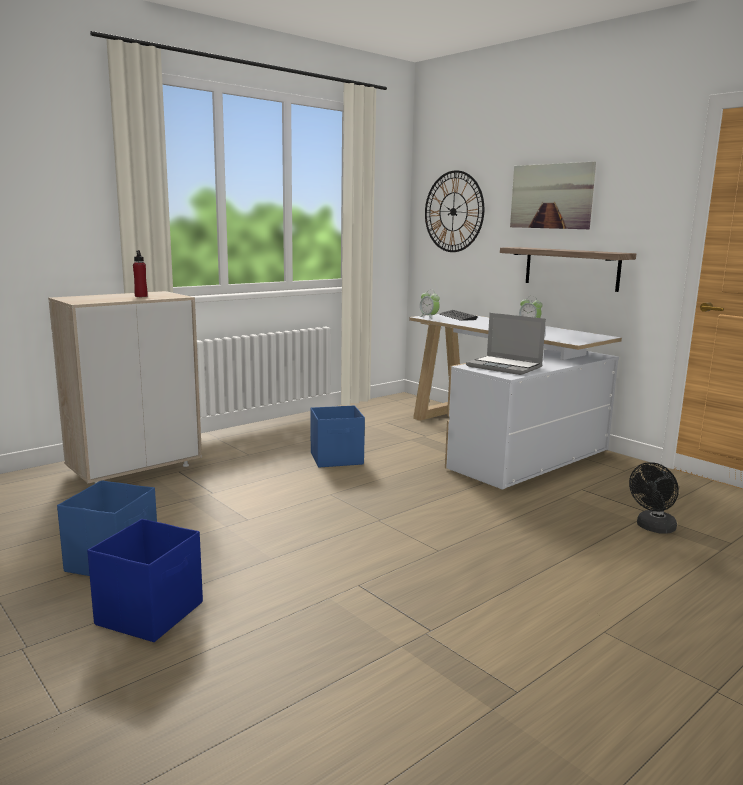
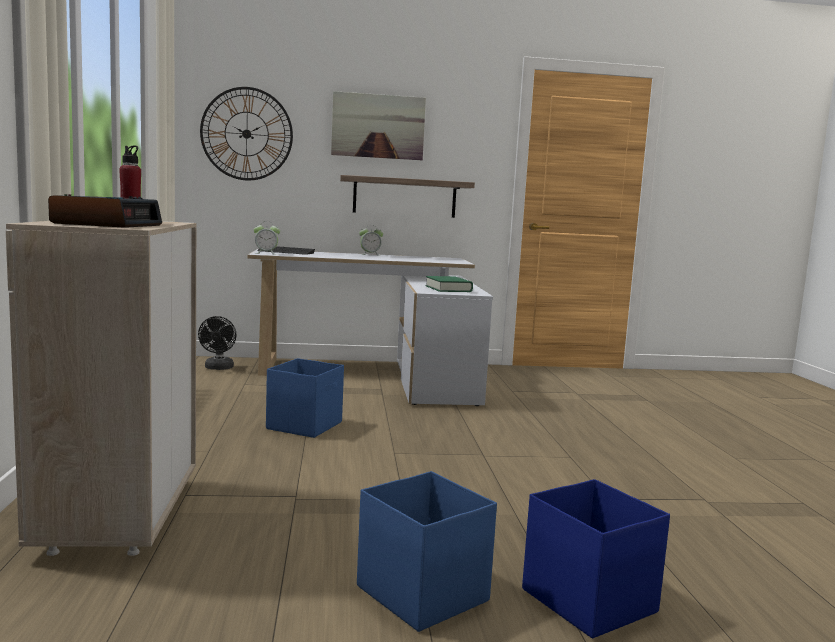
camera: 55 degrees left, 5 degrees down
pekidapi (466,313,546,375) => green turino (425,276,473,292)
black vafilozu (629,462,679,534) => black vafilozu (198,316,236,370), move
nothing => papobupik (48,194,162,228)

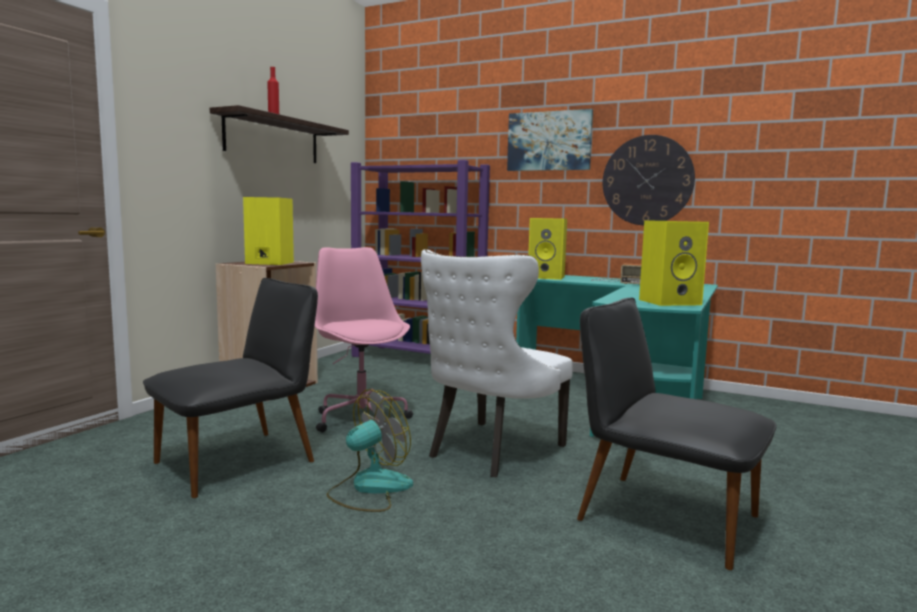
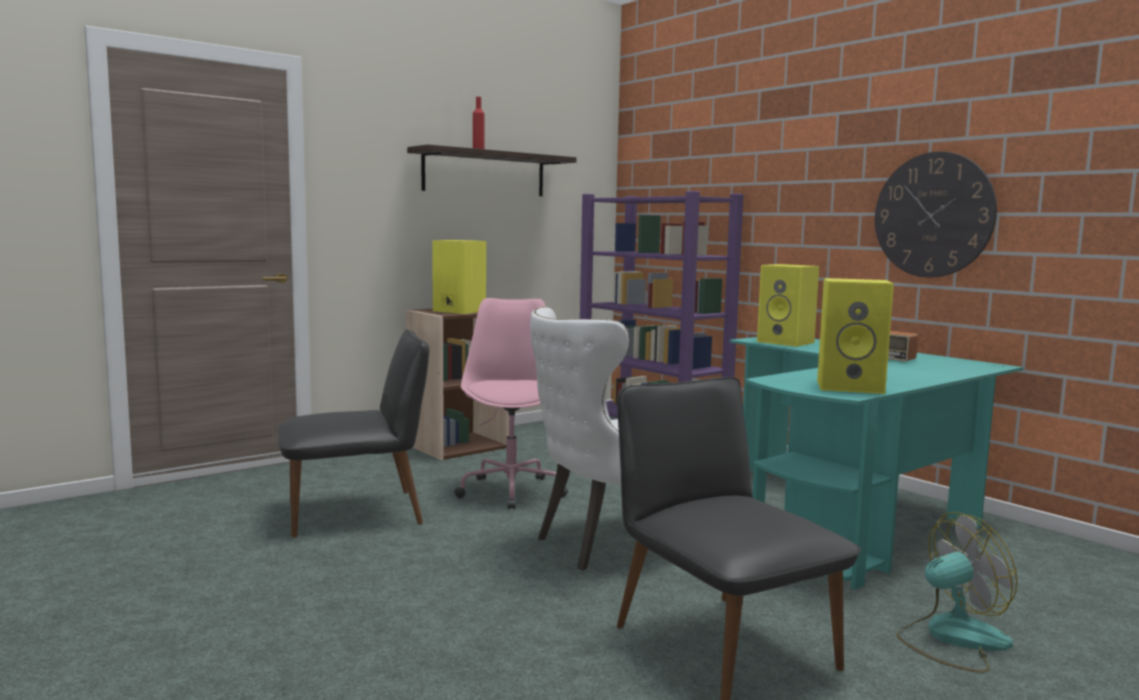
camera: 25 degrees right, 0 degrees up
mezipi (507,109,593,171) => nothing
vafilozu (327,389,413,512) => vafilozu (897,512,1018,673), move

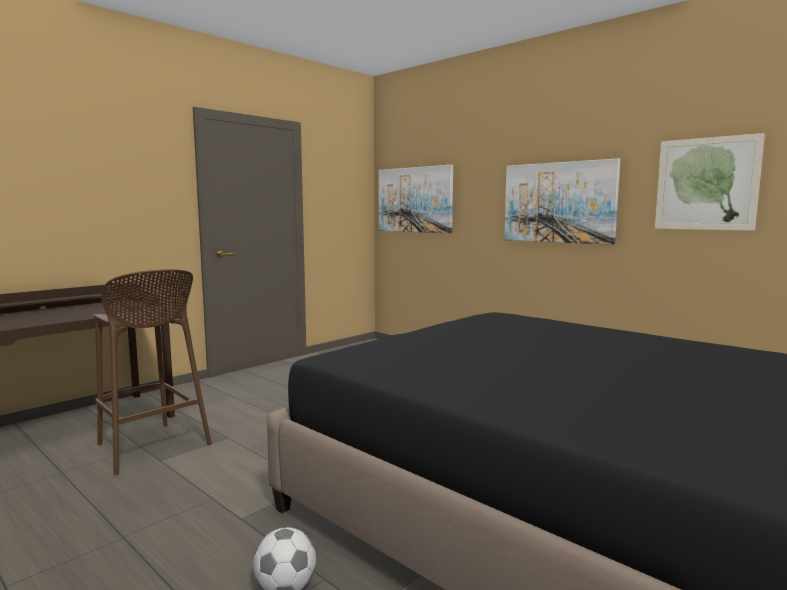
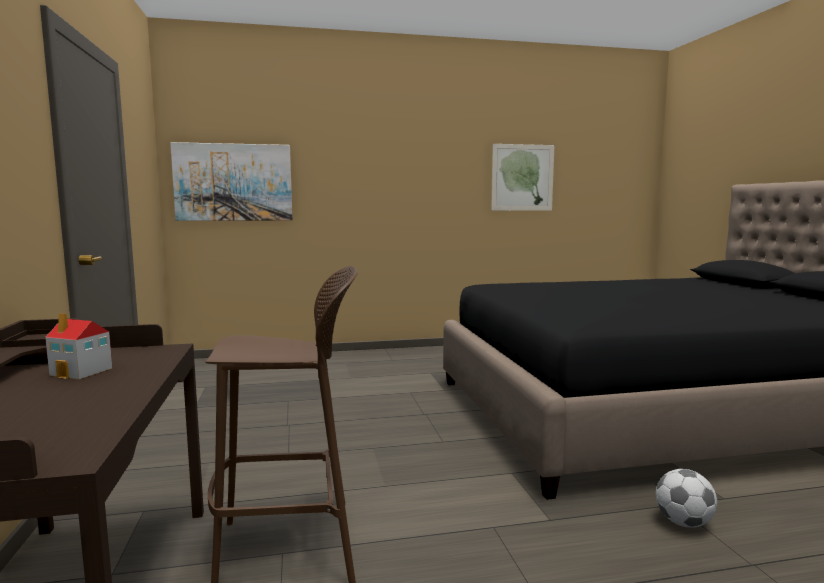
camera: 55 degrees left, 0 degrees up
mezipi (504,158,620,245) => nothing
nothing => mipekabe (45,313,112,379)

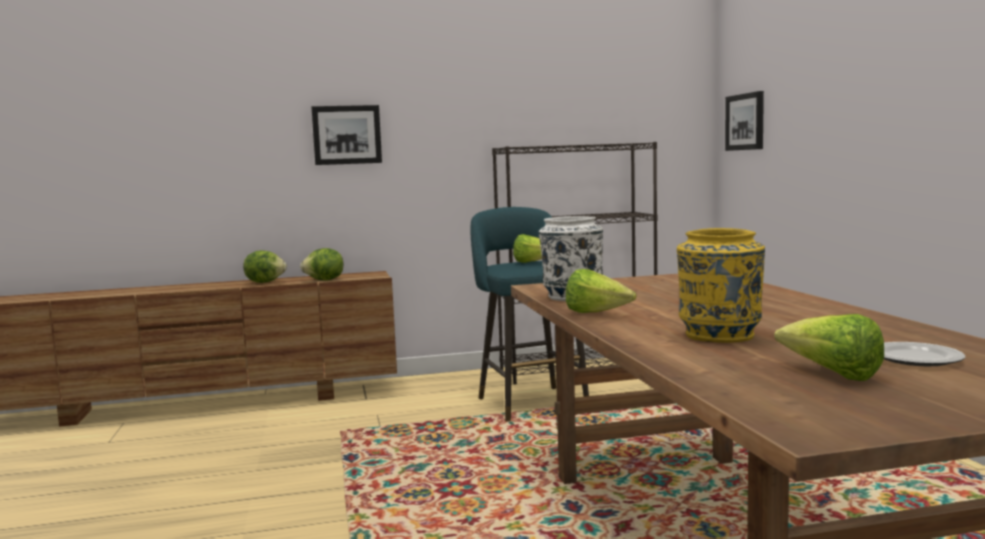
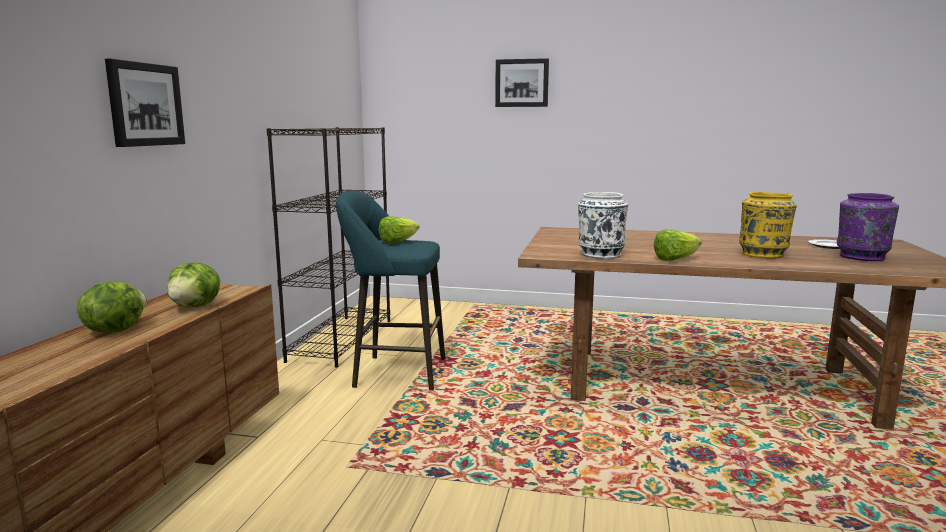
camera: 65 degrees left, 5 degrees up
mezipi (725,91,764,151) => mezipi (495,58,549,107), move
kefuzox (774,314,884,381) => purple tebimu (837,193,899,261)

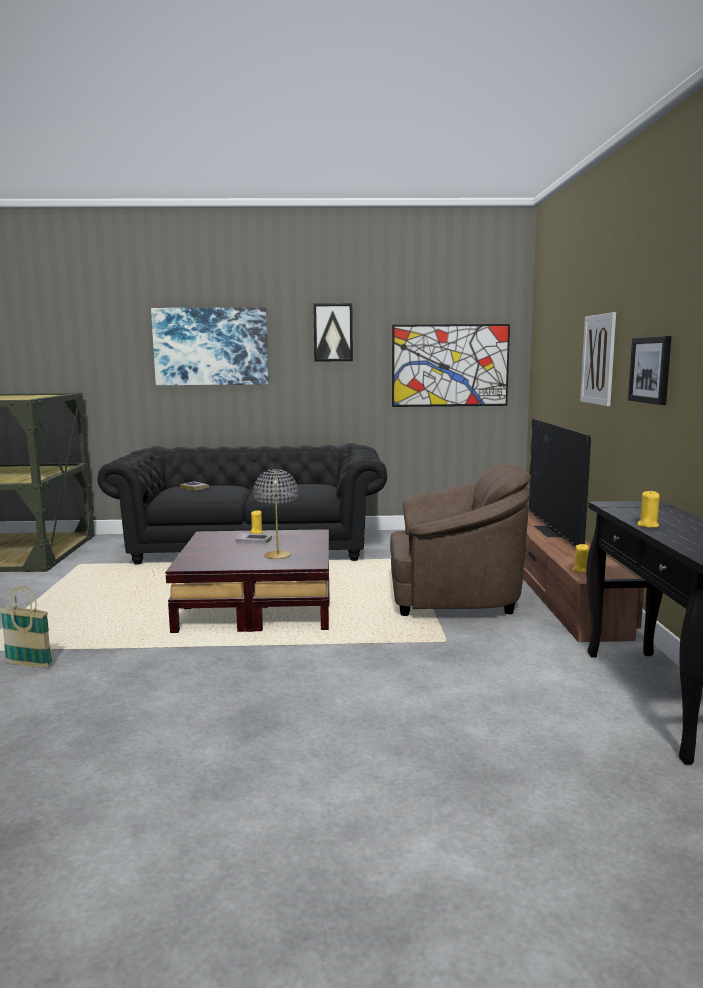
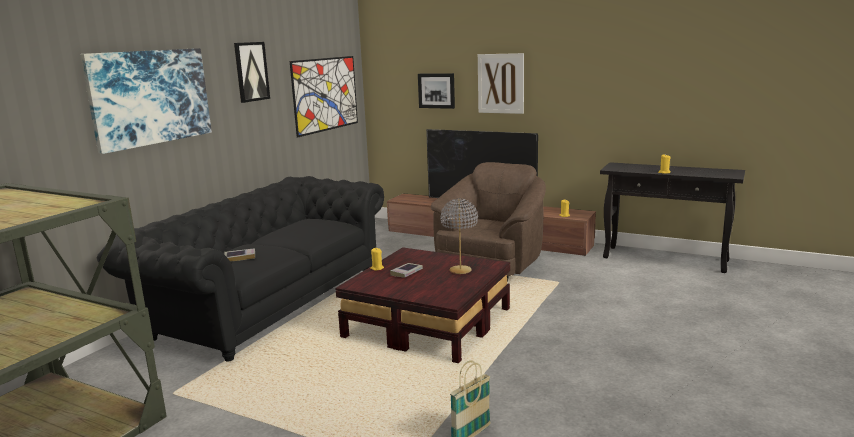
camera: 60 degrees left, 5 degrees up
mezipi (628,336,671,405) => mezipi (418,73,455,109), move

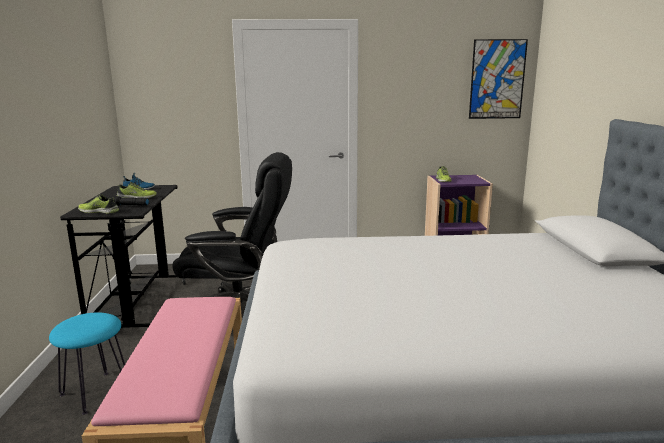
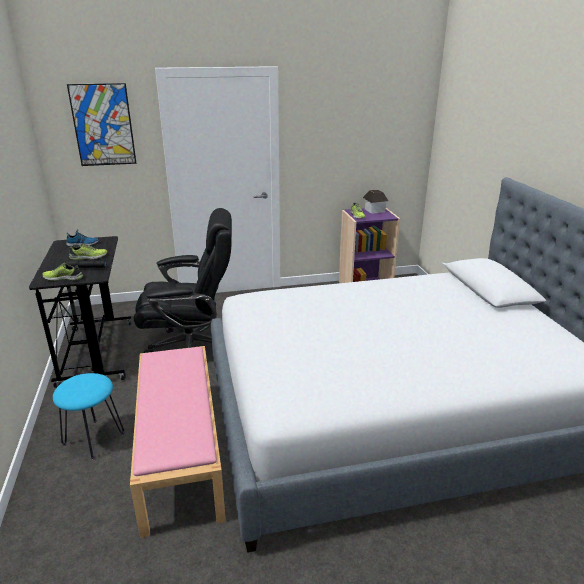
camera: 10 degrees left, 10 degrees up
mezipi (469,39,528,119) => mezipi (67,83,136,166), move
nothing => mipekabe (363,190,389,214)

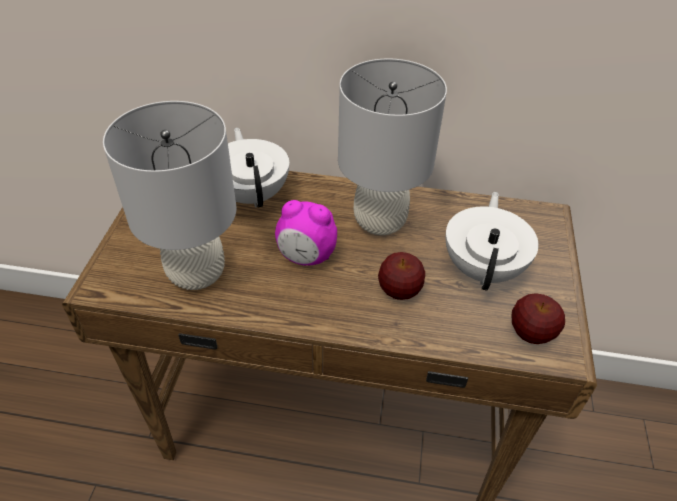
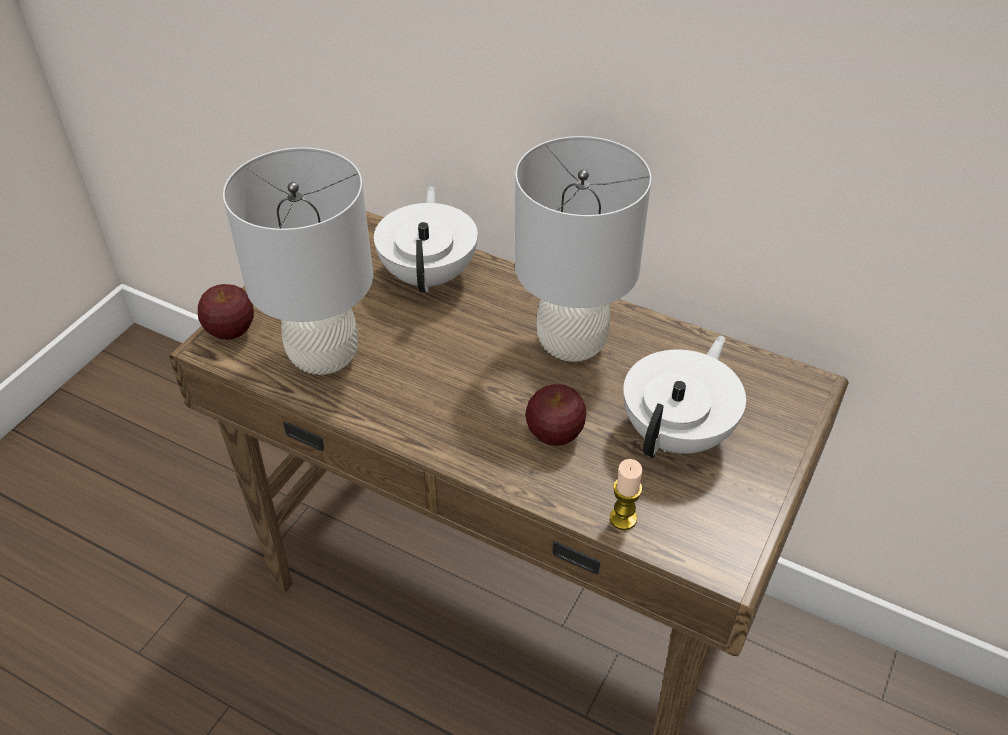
camera: 20 degrees right, 0 degrees up
papobupik (275,200,337,266) => nothing
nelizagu (512,293,565,344) => nelizagu (198,284,254,340), move
nothing => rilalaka (610,459,642,530)

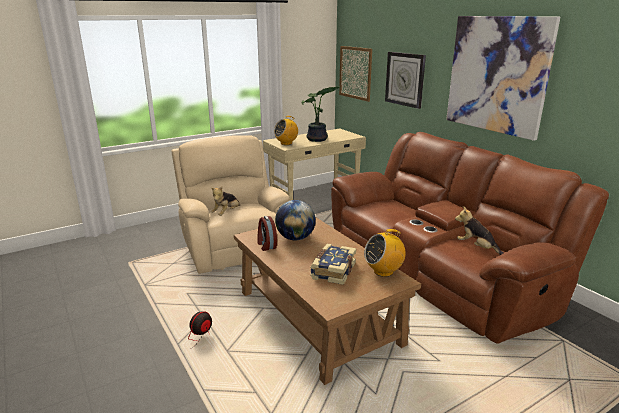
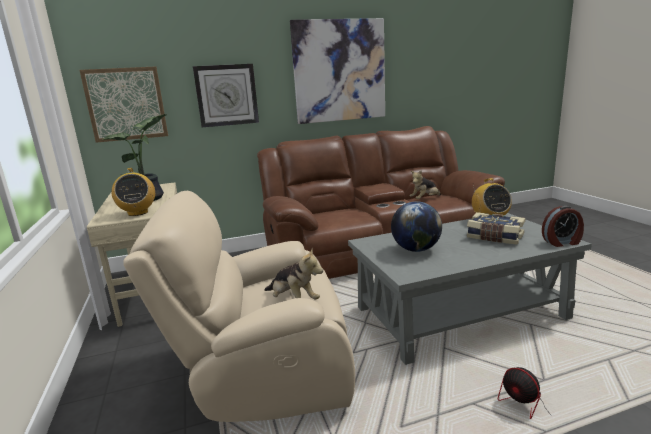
camera: 75 degrees left, 5 degrees down
papobupik (257,216,277,251) => papobupik (542,206,584,247), move
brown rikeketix (234,217,421,385) => grey rikeketix (348,213,592,365)

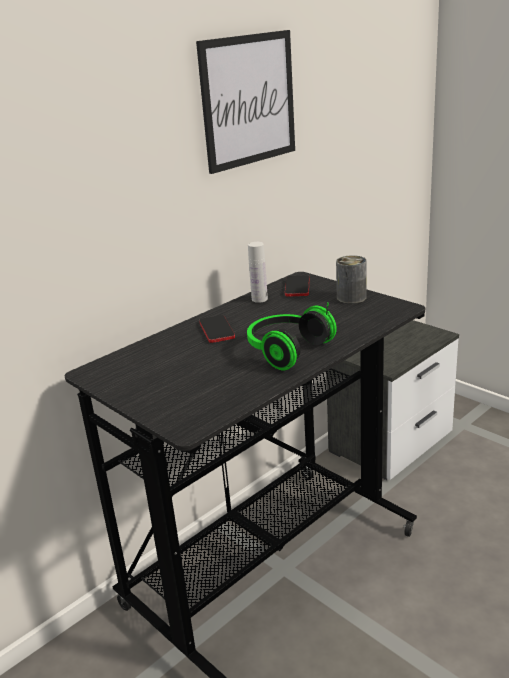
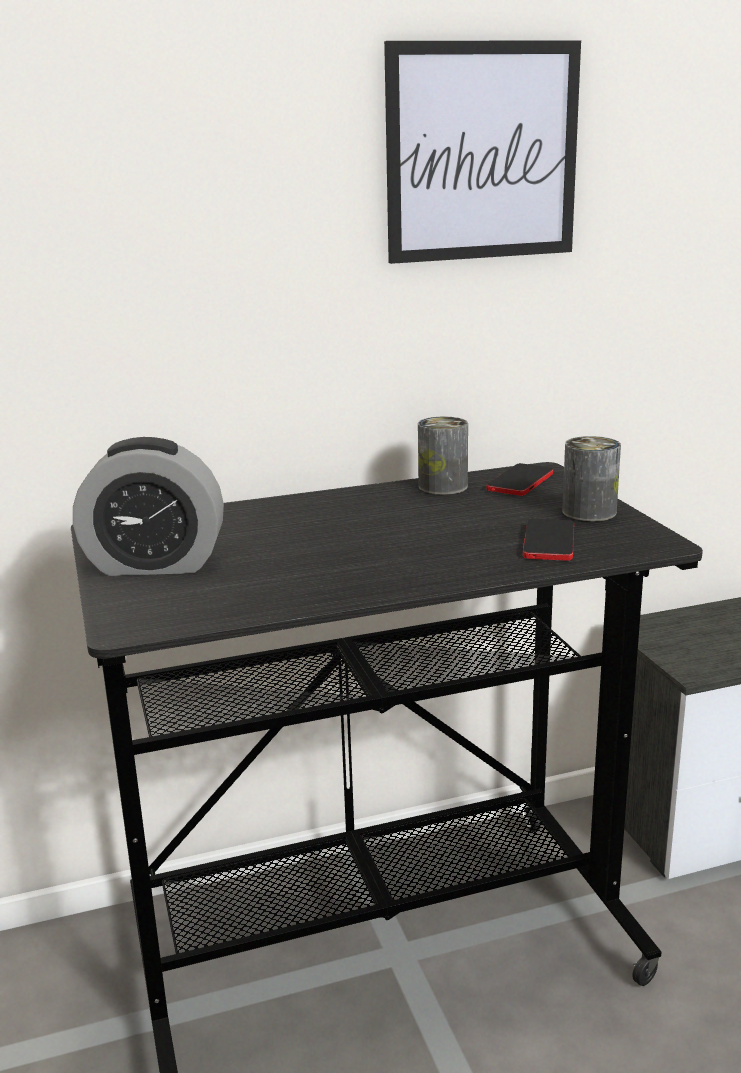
camera: 25 degrees right, 5 degrees down
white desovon (248,242,268,303) => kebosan (418,416,468,495)
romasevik (247,302,337,370) => nothing
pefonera (199,315,235,343) => pefonera (523,519,574,561), move
nothing => papobupik (73,437,224,576)

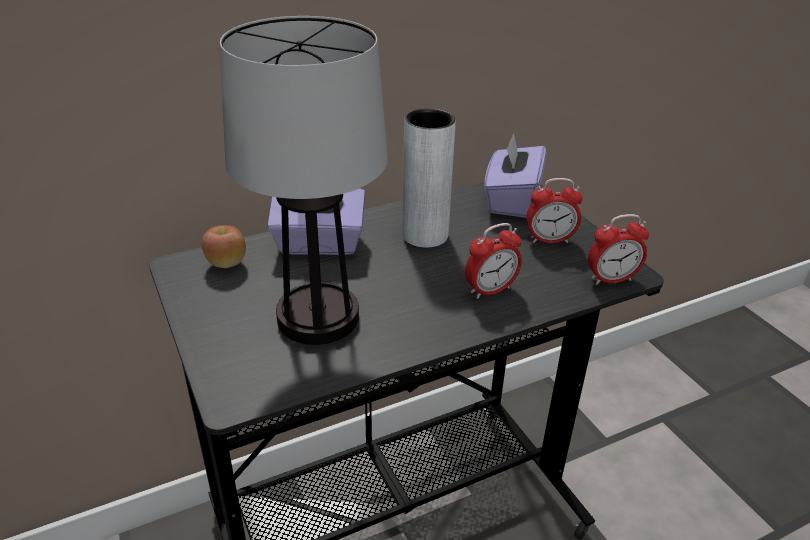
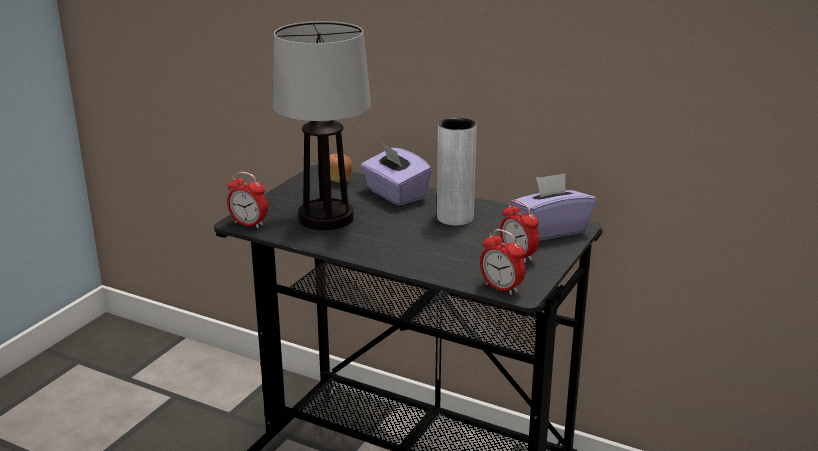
camera: 55 degrees right, 10 degrees down
papobupik (465,223,522,299) => papobupik (227,172,268,228), move

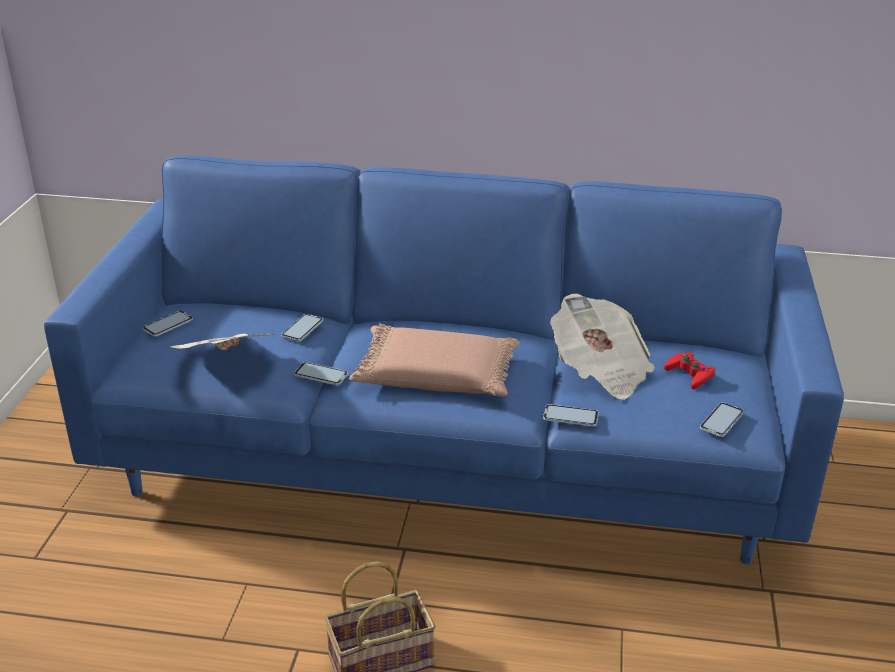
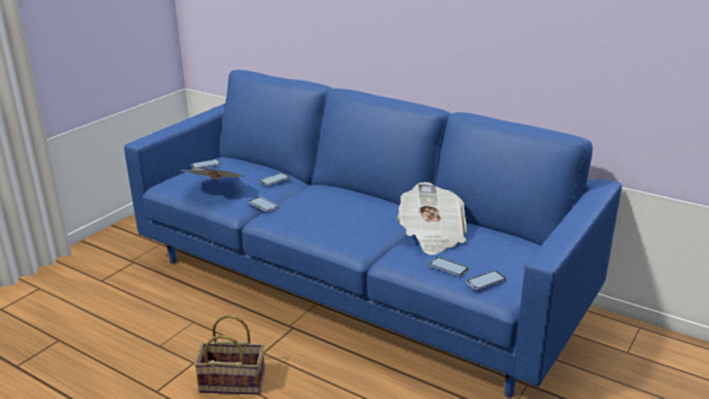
camera: 25 degrees right, 5 degrees down
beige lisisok (349,323,520,397) => nothing
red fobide (664,352,716,389) => nothing
pefonera (543,404,599,427) => pefonera (429,257,469,276), move

